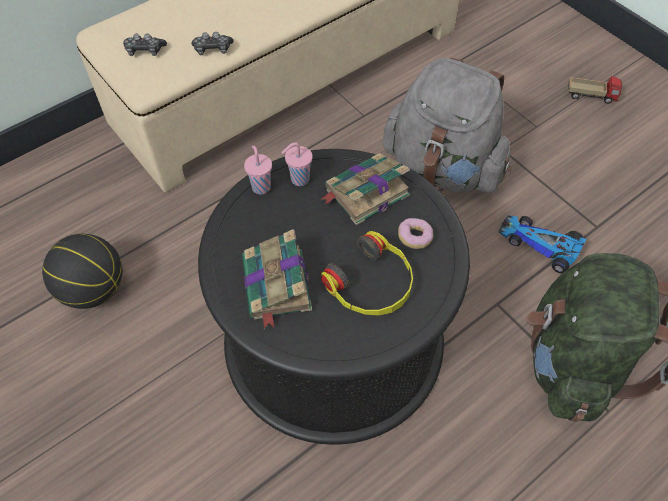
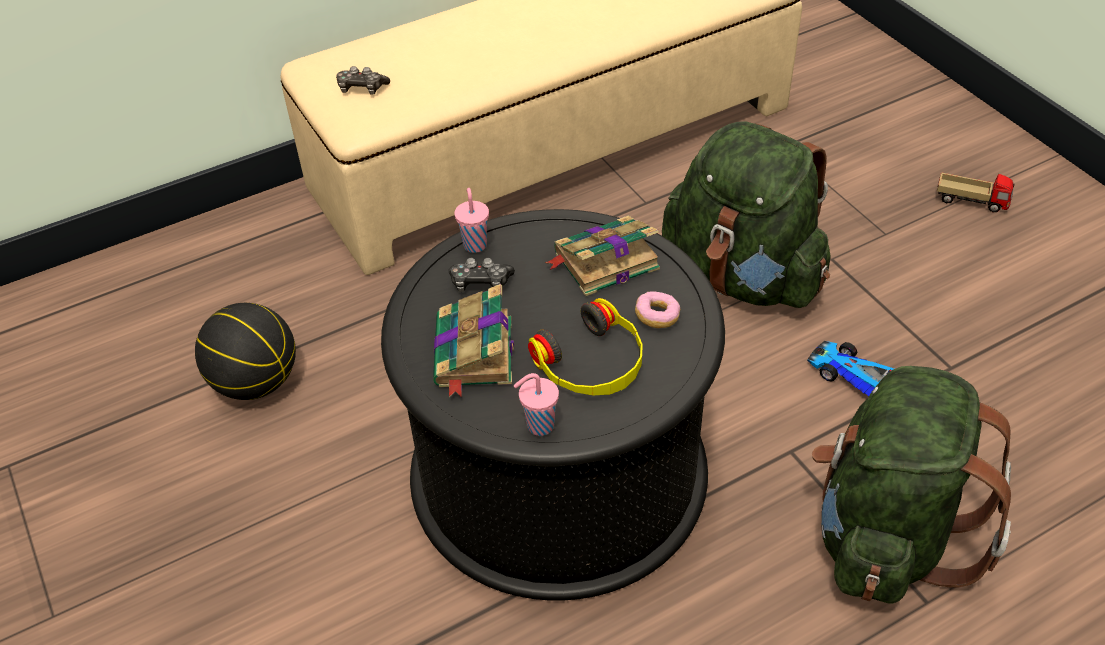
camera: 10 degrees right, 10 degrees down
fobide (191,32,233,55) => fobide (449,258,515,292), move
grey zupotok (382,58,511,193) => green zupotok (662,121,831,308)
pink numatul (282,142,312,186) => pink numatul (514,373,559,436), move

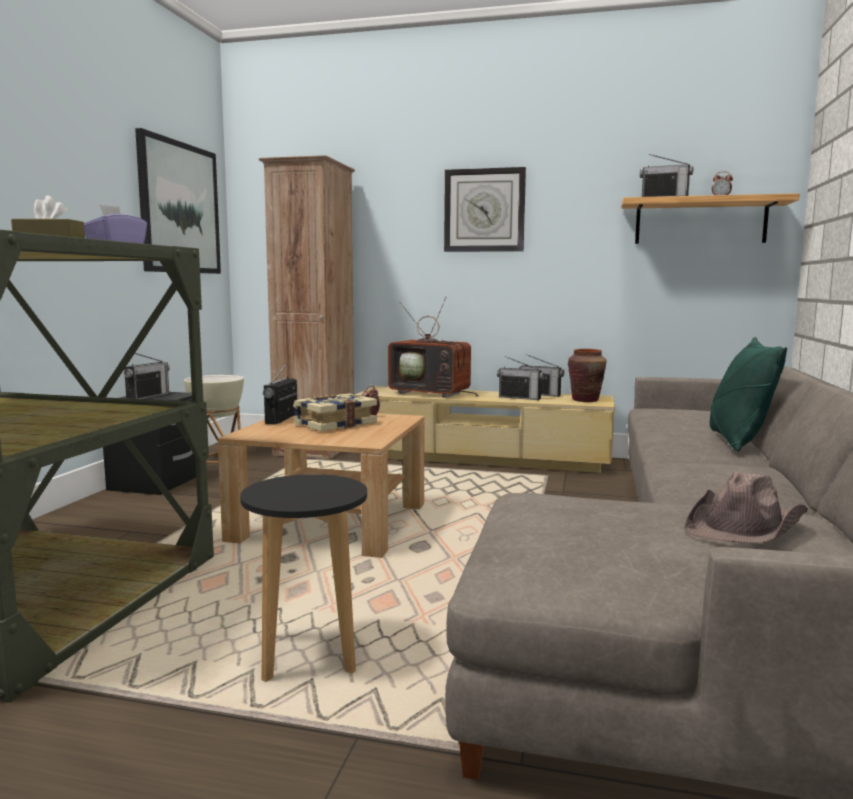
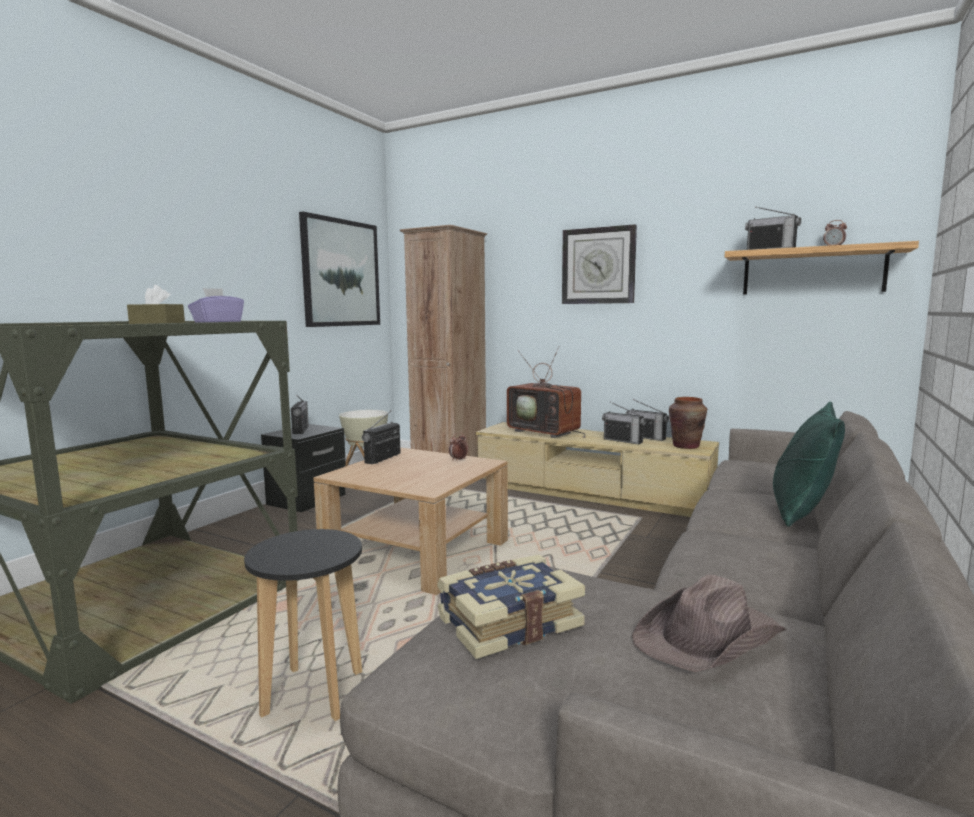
camera: 15 degrees right, 0 degrees up
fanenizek (124,353,170,399) => fanenizek (291,395,309,434), 45 degrees counterclockwise
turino (293,393,377,431) => turino (437,555,585,659), move

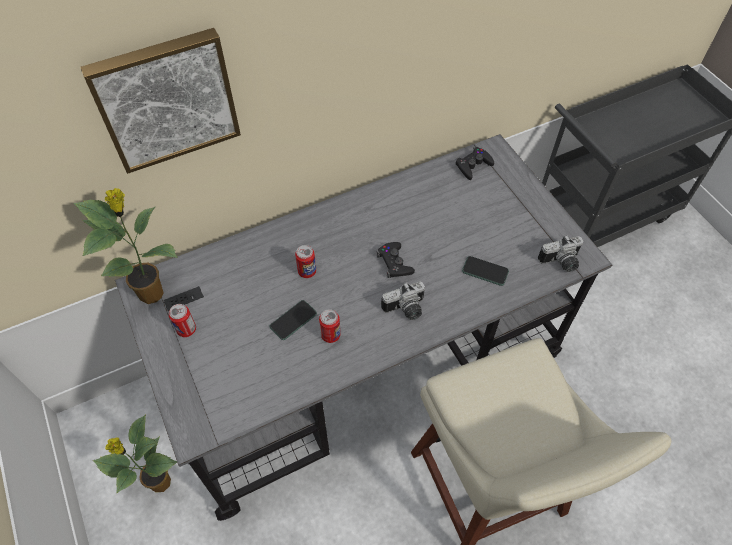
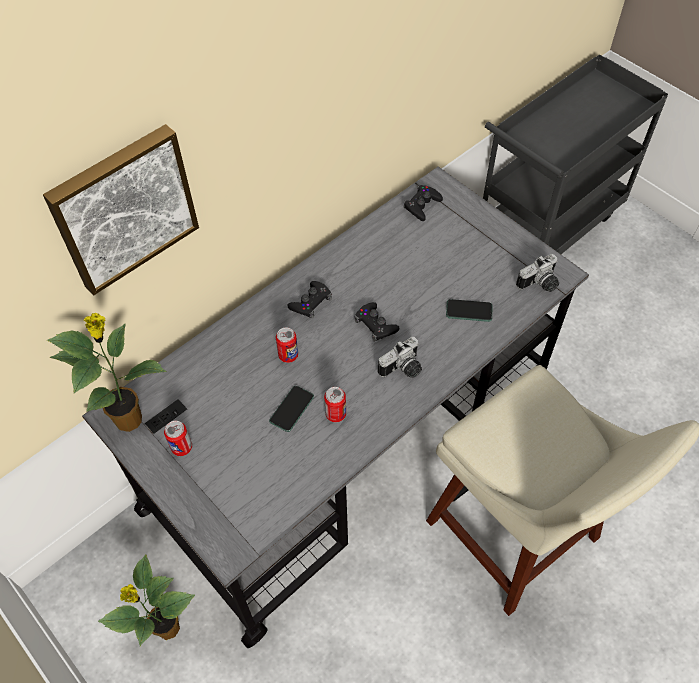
camera: 15 degrees left, 0 degrees up
nothing => black fobide (288,281,332,318)

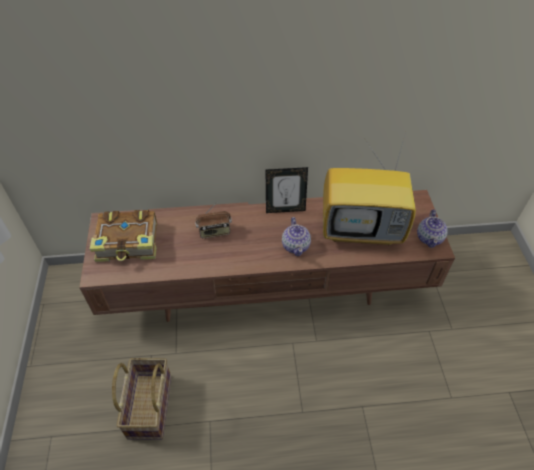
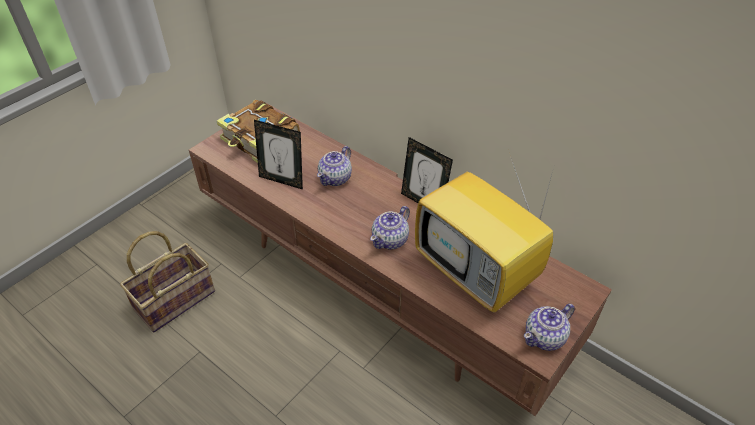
camera: 45 degrees right, 5 degrees down
fanenizek (195,202,232,238) => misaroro (317,146,352,186)
nothing => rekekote (254,120,303,190)

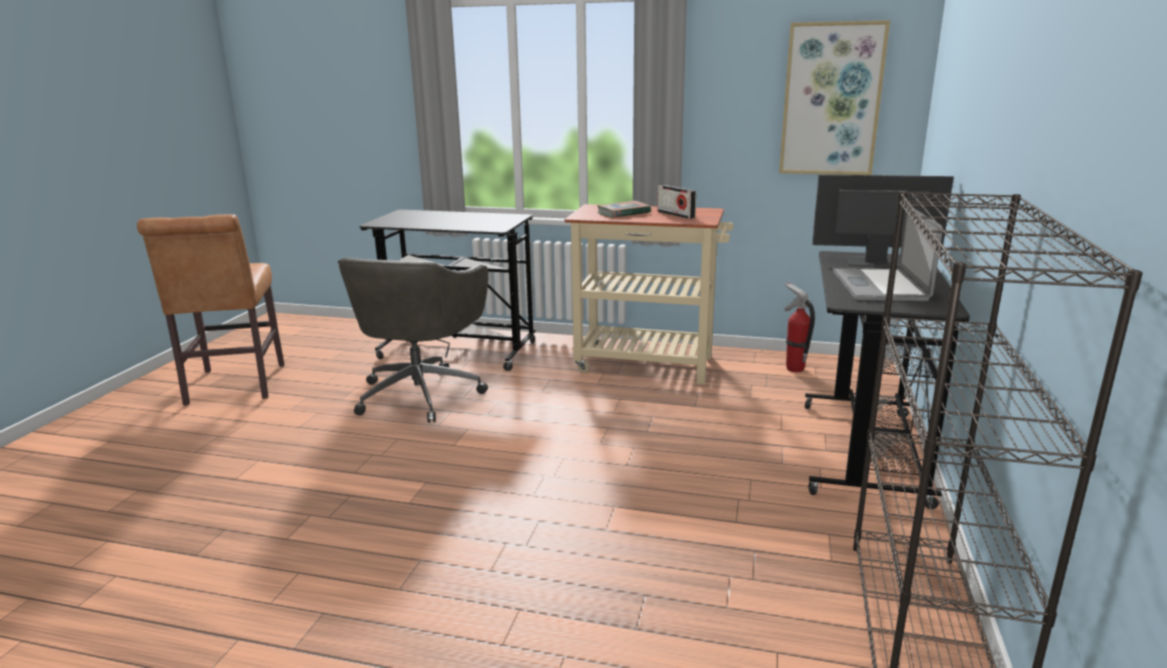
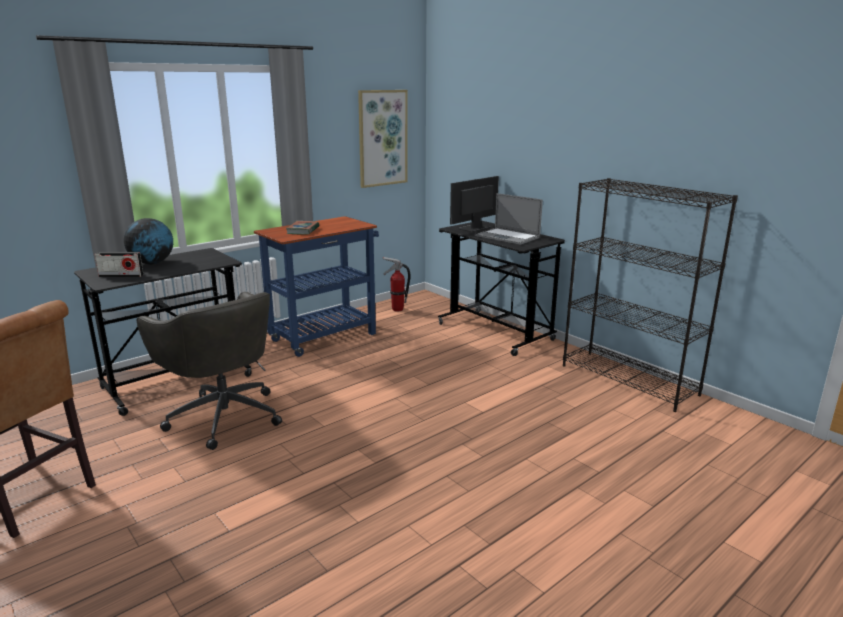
camera: 55 degrees left, 0 degrees up
fanenizek (658,185,696,219) => fanenizek (95,252,144,277), move
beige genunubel (565,204,733,385) => blue genunubel (254,216,379,357)
nothing => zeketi (124,218,173,265)

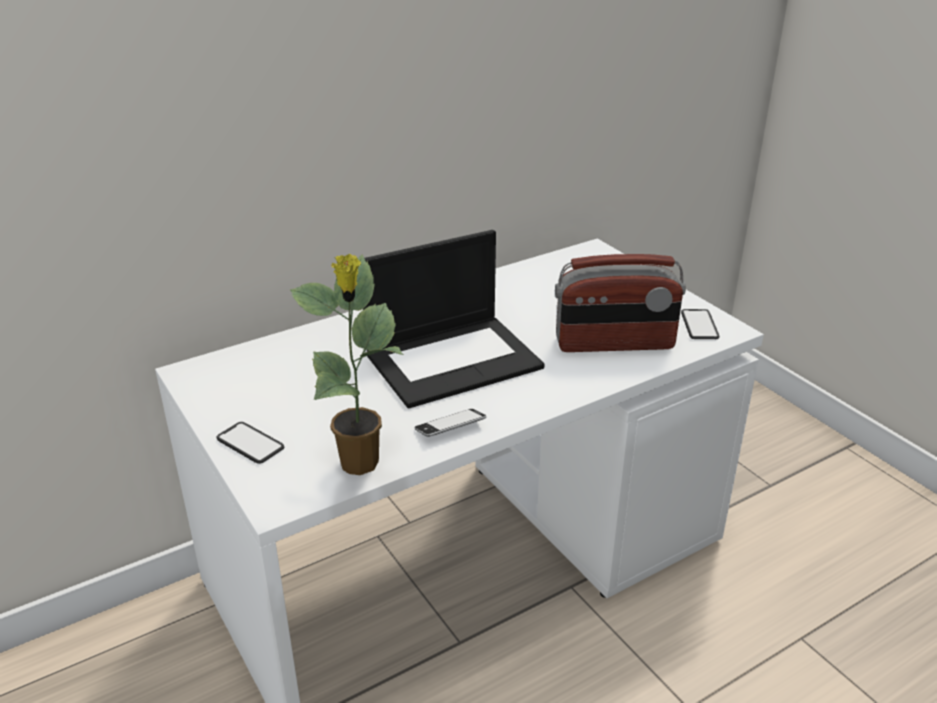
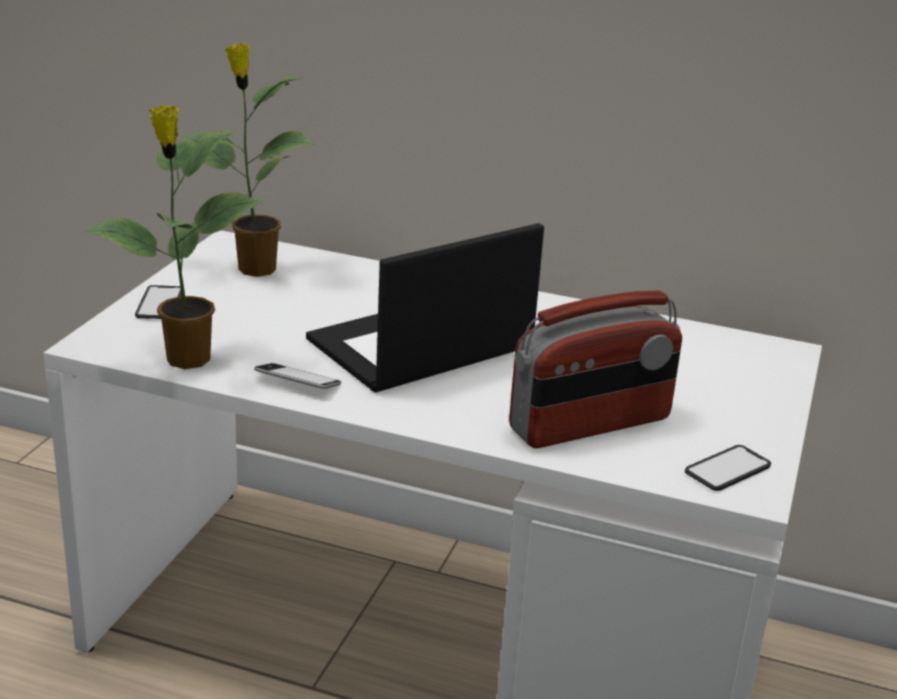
camera: 50 degrees right, 5 degrees down
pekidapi (363,230,545,409) => pekidapi (306,223,544,392), 120 degrees clockwise
fanenizek (555,254,686,352) => fanenizek (509,291,682,448), 75 degrees counterclockwise
nothing => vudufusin (181,43,316,277)

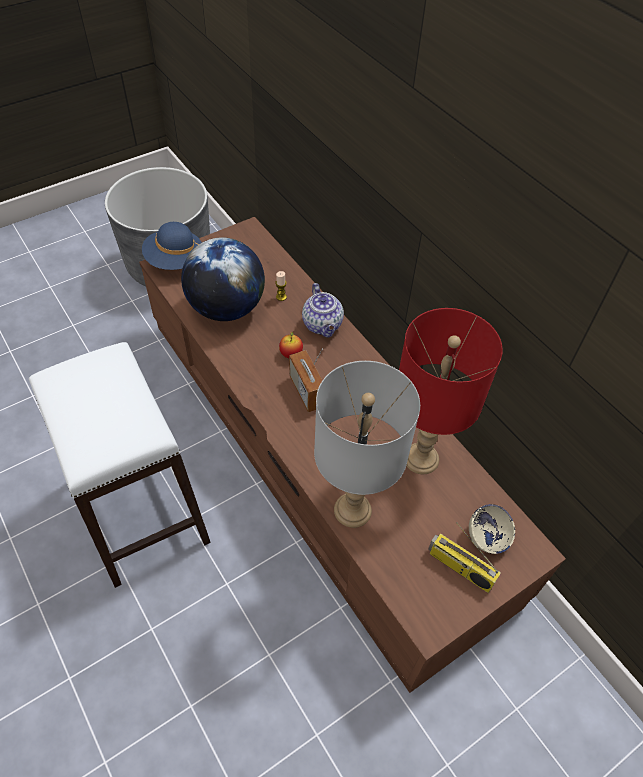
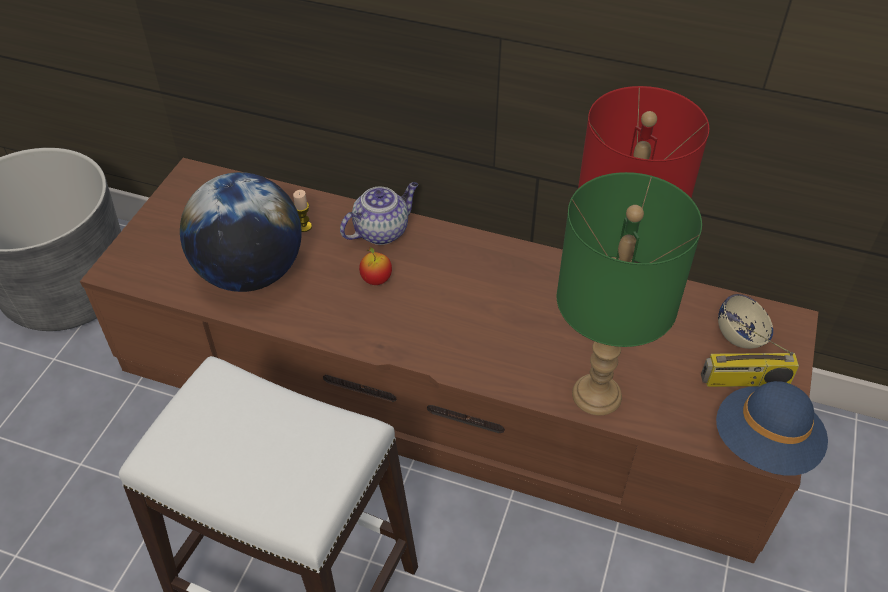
camera: 35 degrees left, 5 degrees down
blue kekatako (142,222,202,270) => blue kekatako (716,381,828,476), move
misaroro (302,283,344,338) => misaroro (340,182,418,245), 75 degrees counterclockwise
fanenizek (289,348,323,412) => nothing
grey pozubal (314,361,420,528) => green pozubal (557,172,702,416)

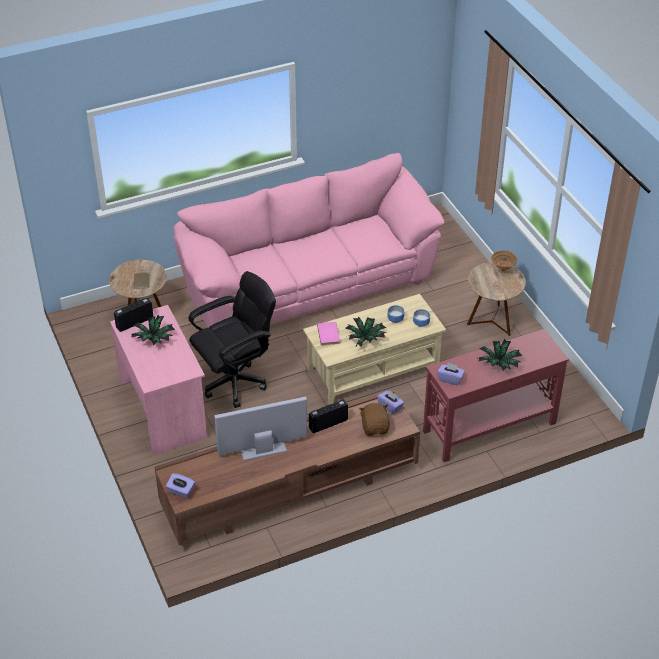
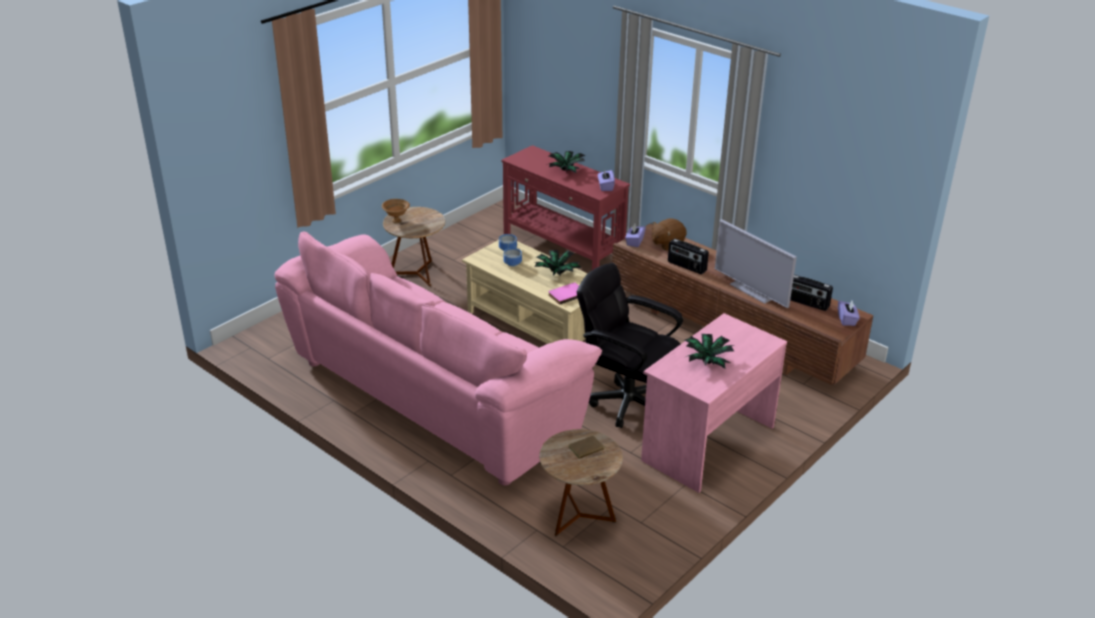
camera: 115 degrees left, 10 degrees down
fanenizek (114,298,153,332) => fanenizek (790,275,833,311), move

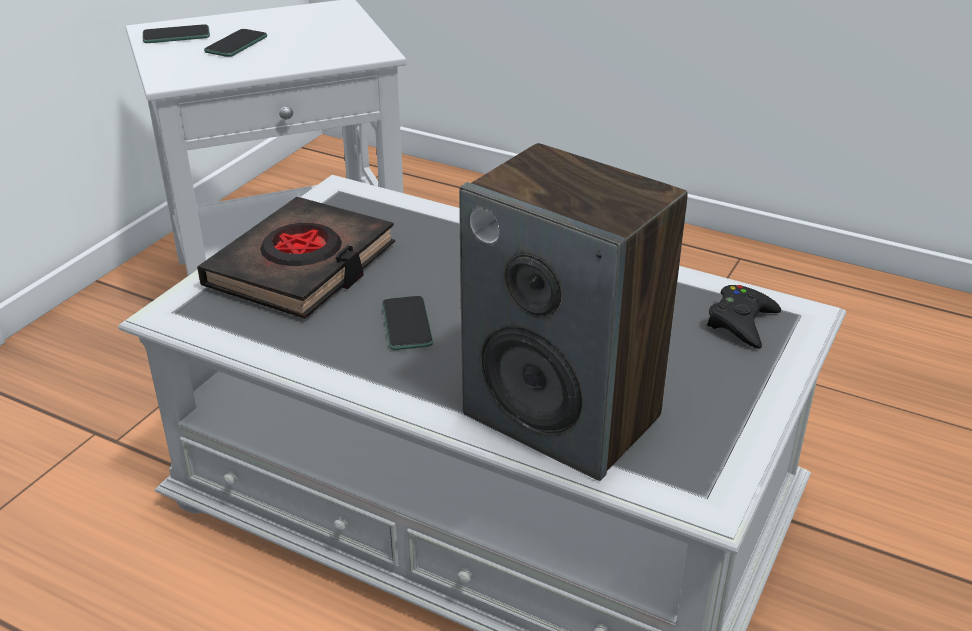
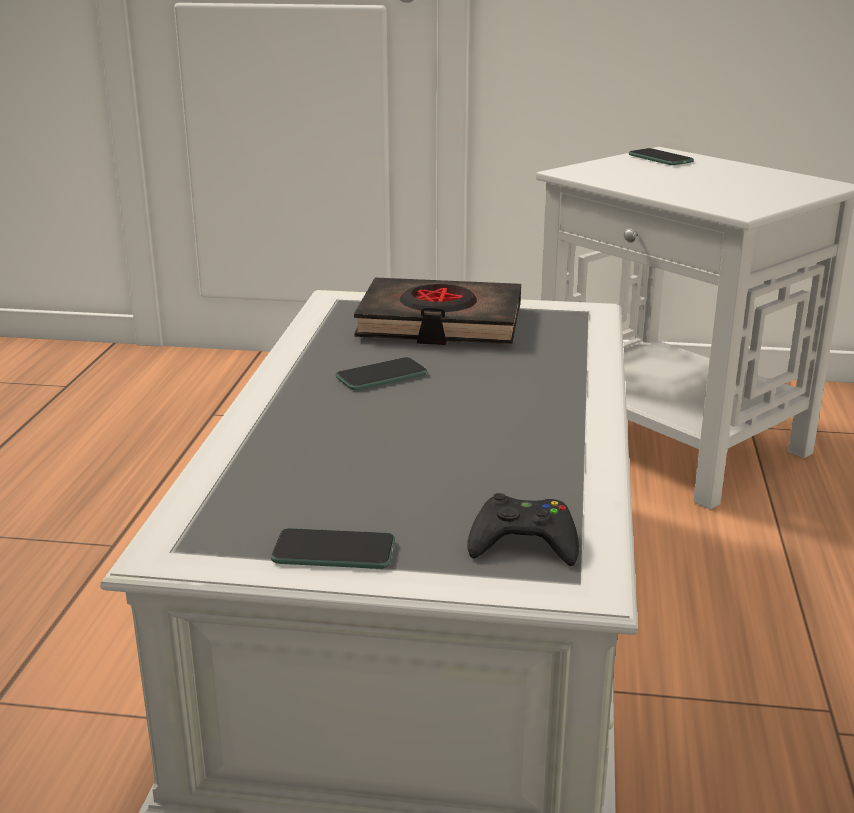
camera: 70 degrees right, 10 degrees down
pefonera (204,29,267,57) => pefonera (271,528,395,569), move
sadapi (459,143,688,481) => nothing

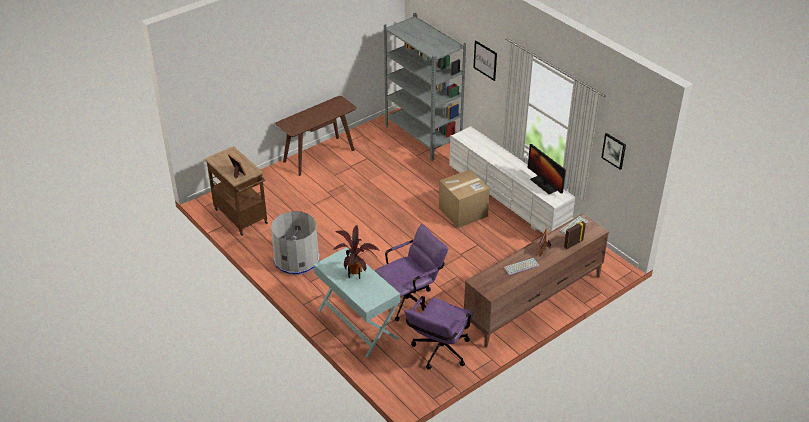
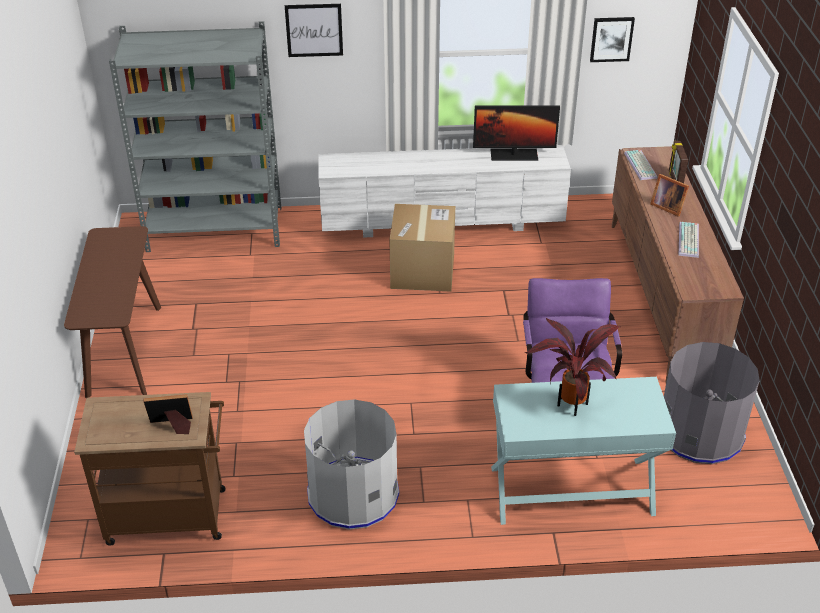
camera: 55 degrees left, 0 degrees up
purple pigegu (404,296,474,370) => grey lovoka (664,342,760,464)

